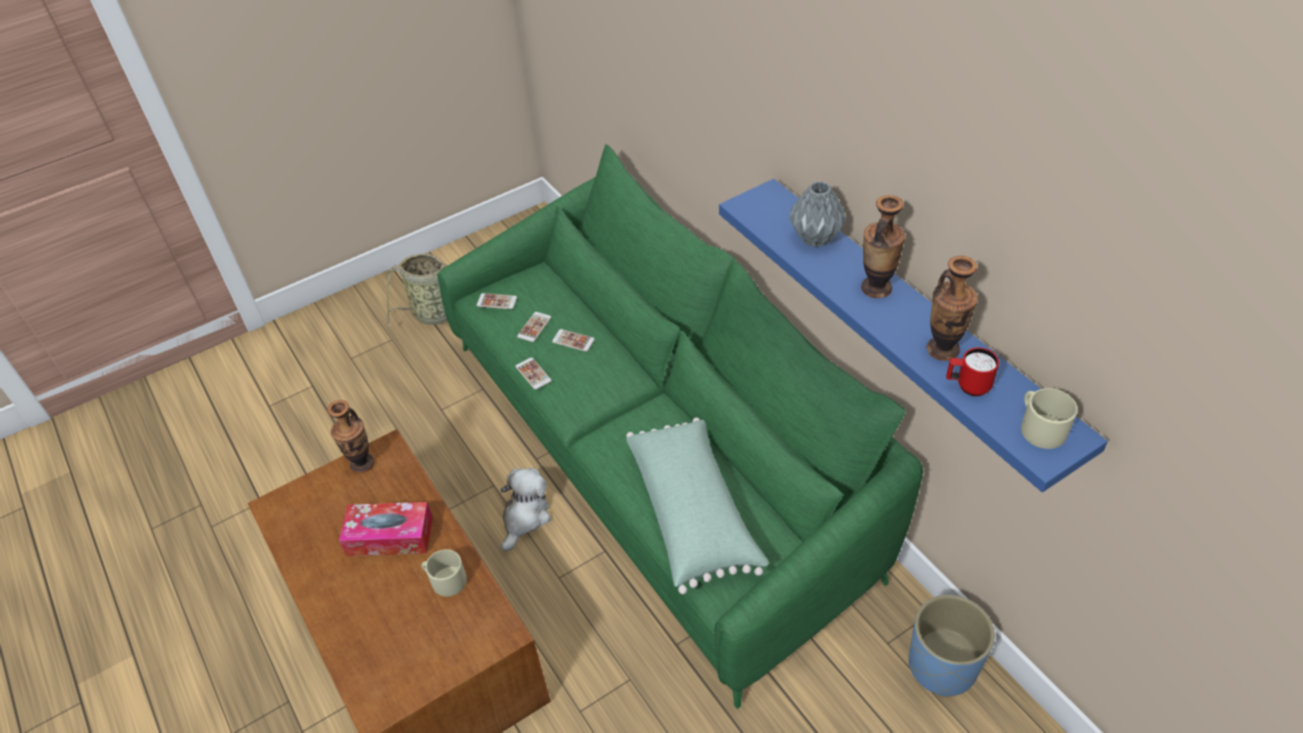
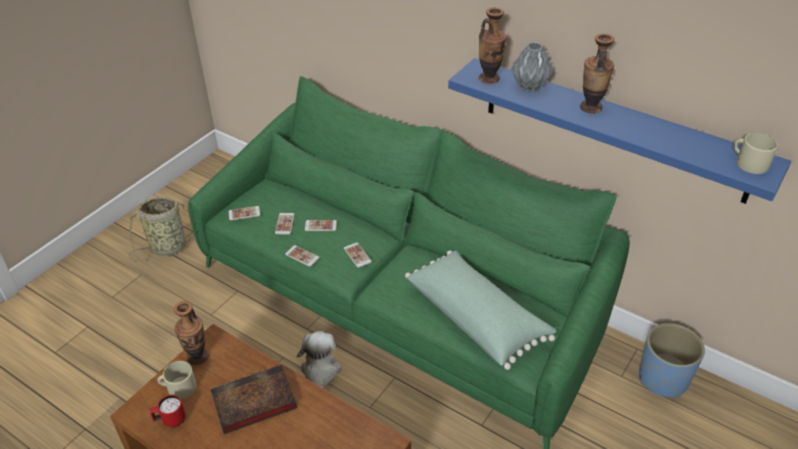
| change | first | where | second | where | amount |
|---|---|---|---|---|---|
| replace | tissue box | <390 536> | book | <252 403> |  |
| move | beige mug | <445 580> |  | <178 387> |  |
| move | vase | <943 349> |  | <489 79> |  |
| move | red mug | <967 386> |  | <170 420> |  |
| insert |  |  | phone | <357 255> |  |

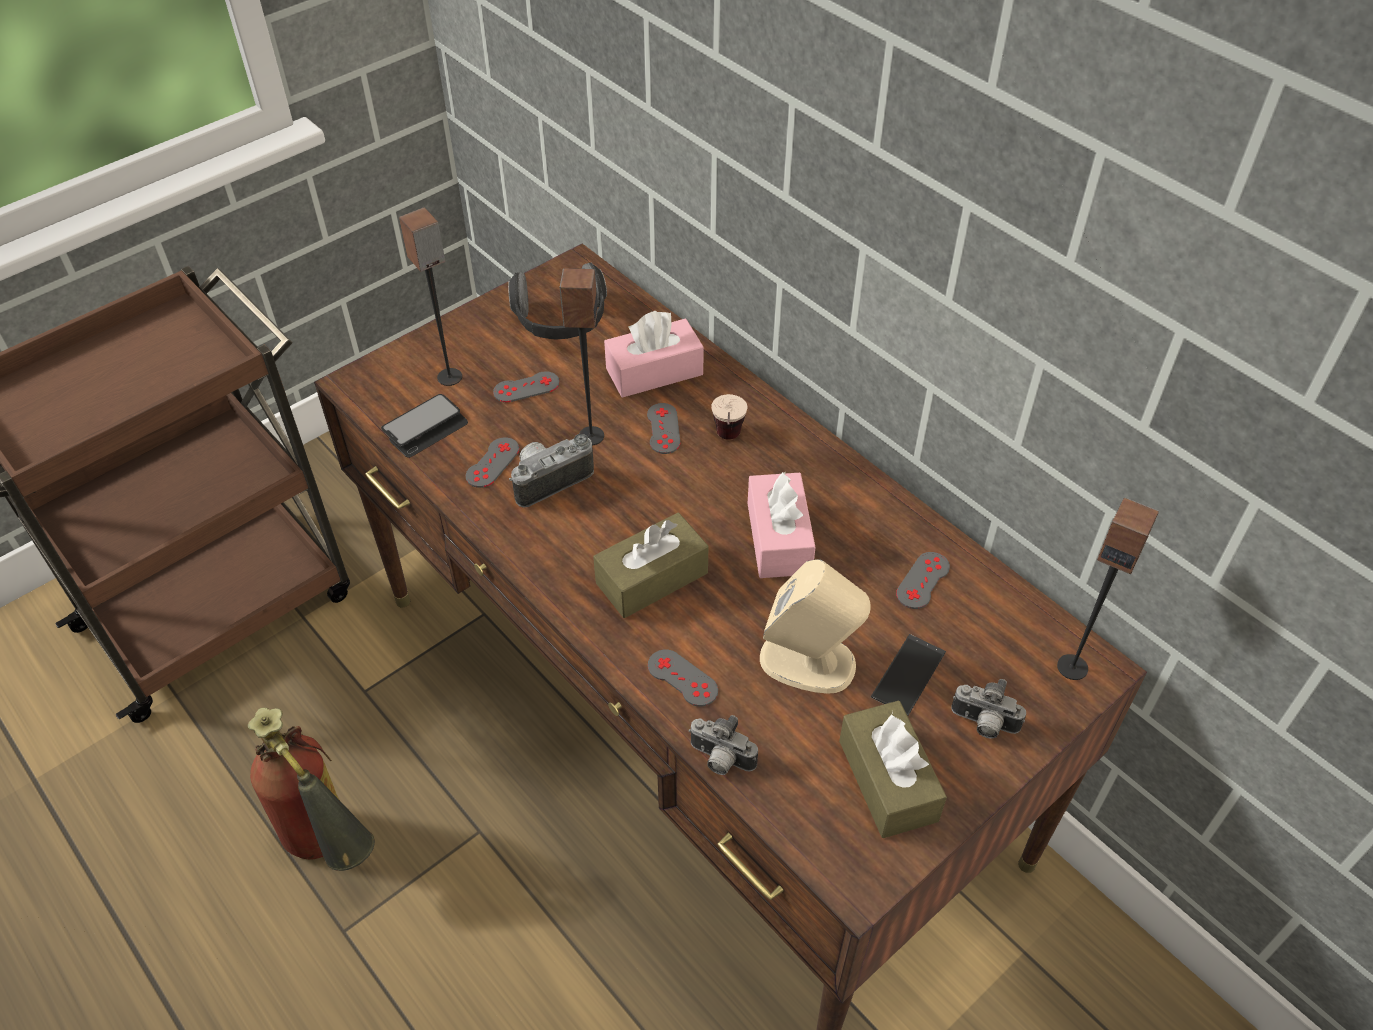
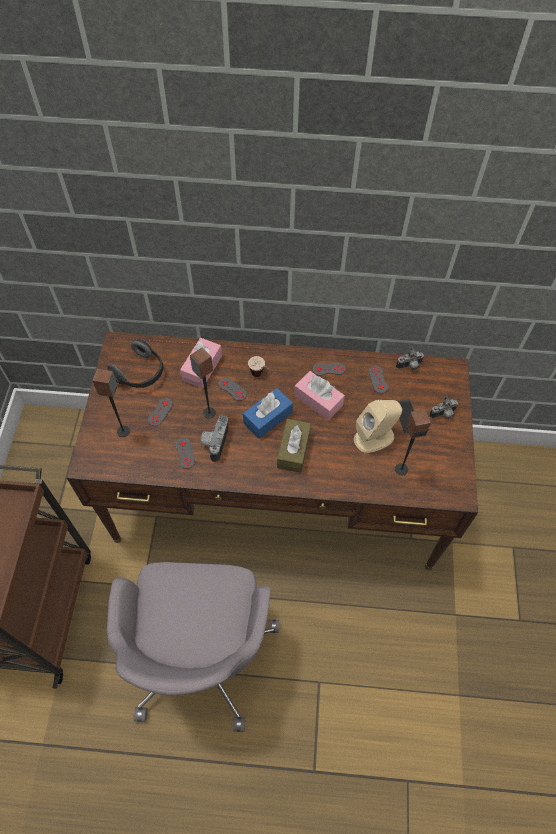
| change | first | where | second | where | amount |
|---|---|---|---|---|---|
| replace | fire extinguisher | <333 851> | grey office chair | <201 652> |  |
| delete | phone | <425 427> |  |  |  |
| move | grey game controller | <682 678> |  | <329 369> |  |
| move | photo camera | <720 760> |  | <409 366> |  |
| delete | brown tissue box | <887 780> |  |  |  |
| move | speaker | <1072 666> |  | <401 469> |  |
| insert |  |  | blue tissue box | <268 418> |  |

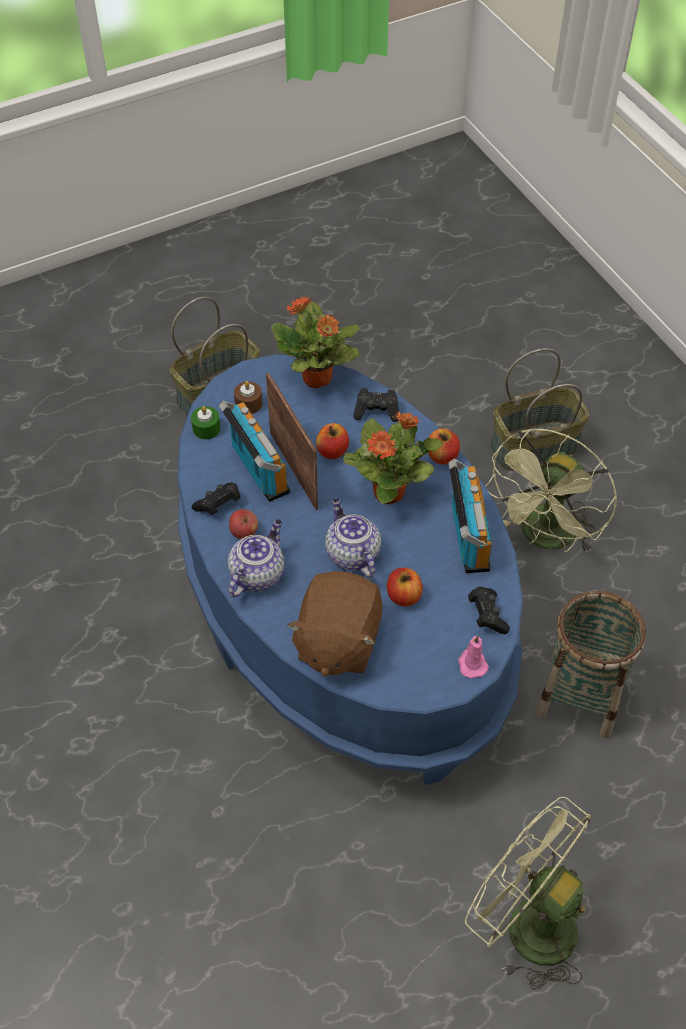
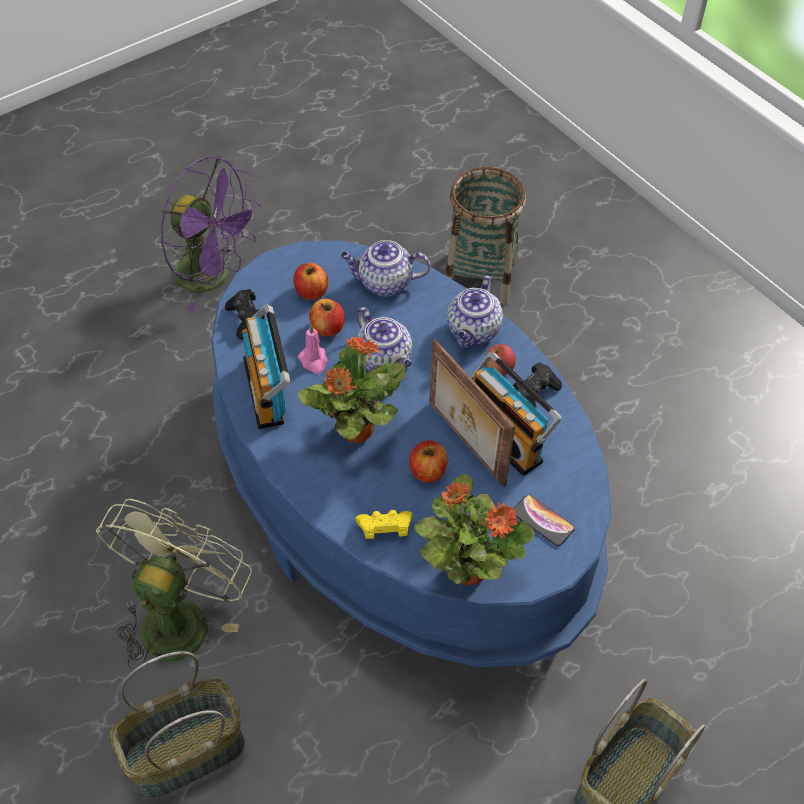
| change | first | where | second | where | amount |
|---|---|---|---|---|---|
| delete | green candle | <206 428> |  |  |  |
| replace | brown candle | <248 403> | phone | <542 520> |  |
| replace | brown plush toy | <337 641> | teapot | <384 283> |  |
| recolor | black game controller | <377 411> | yellow game controller | <384 530> |  |
| move | apple | <442 456> |  | <311 292> |  |
| move | pink candle | <471 663> |  | <314 361> |  |
| recolor | green fan | <526 923> | purple fan | <213 277> |  |
| move | basket | <580 695> |  | <479 277> |  |

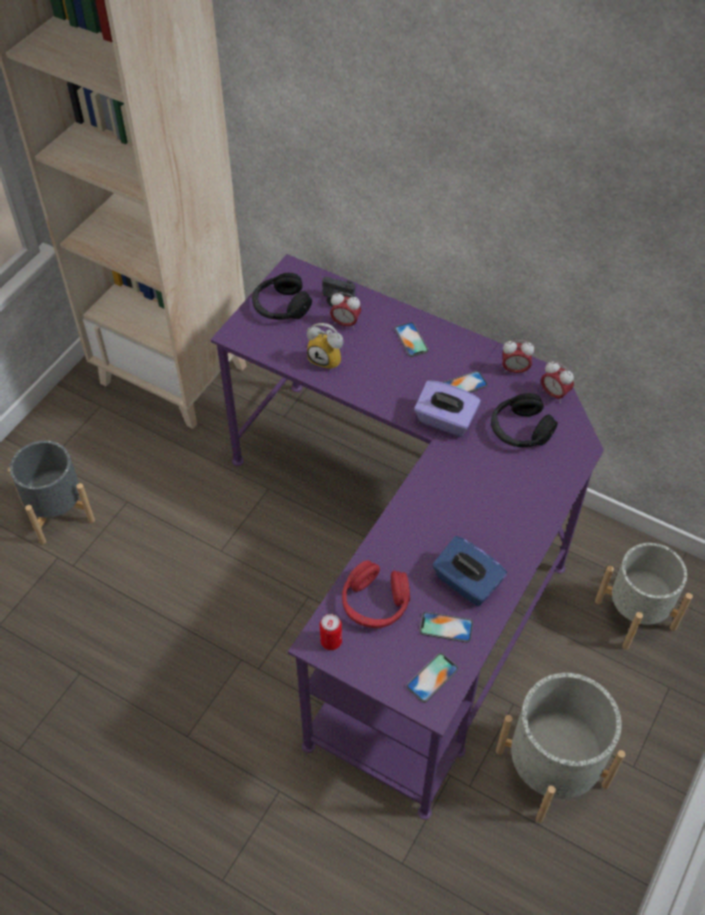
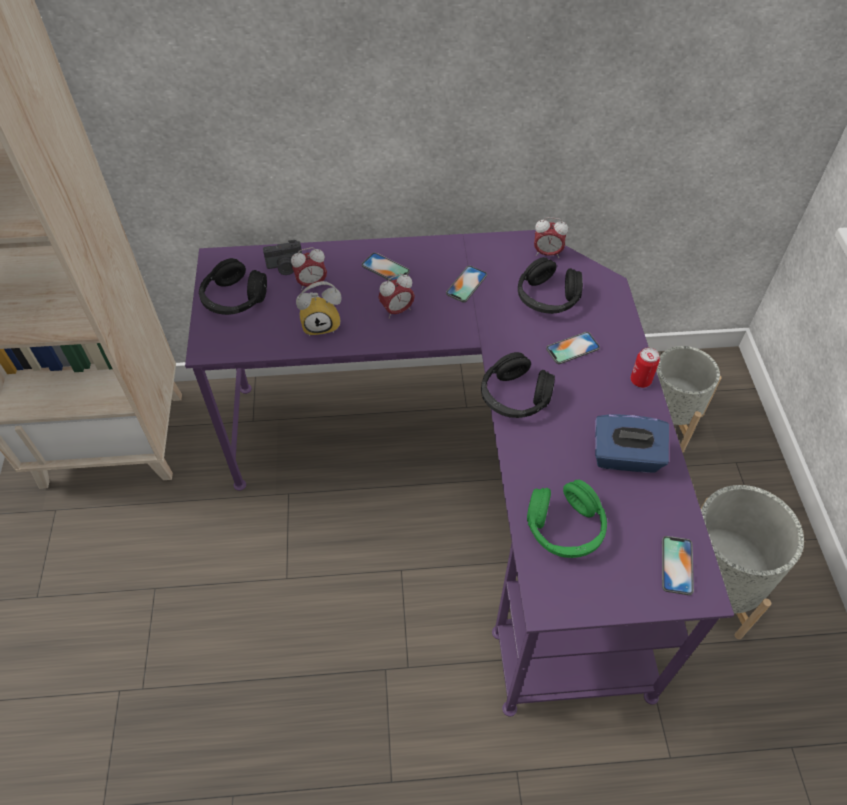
| change | first | where | second | where | amount |
|---|---|---|---|---|---|
| delete | grey planter | <58 512> |  |  |  |
| move | can | <331 641> |  | <640 380> |  |
| recolor | red headphones | <375 603> | green headphones | <565 528> |  |
| delete | purple tissue box | <445 421> |  |  |  |
| move | phone | <446 627> |  | <572 348> |  |
| move | alarm clock | <514 370> |  | <397 310> |  |
| insert |  |  | black headphones | <514 396> |  |

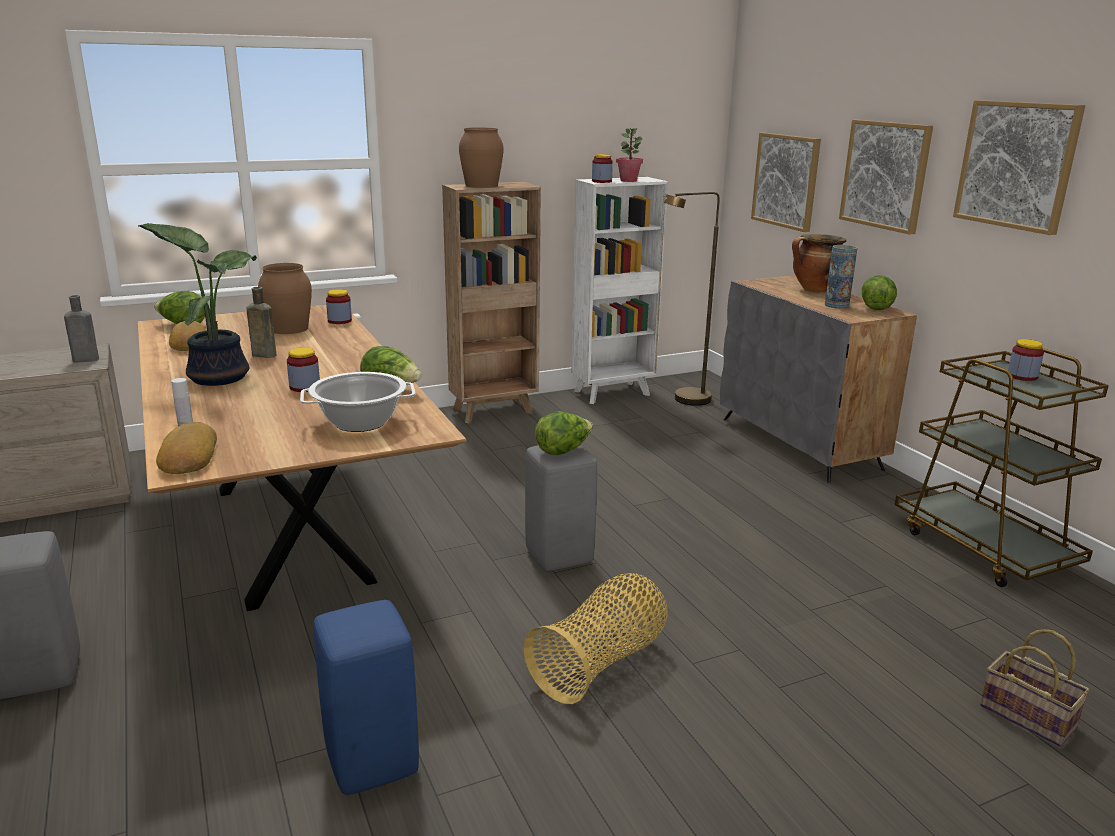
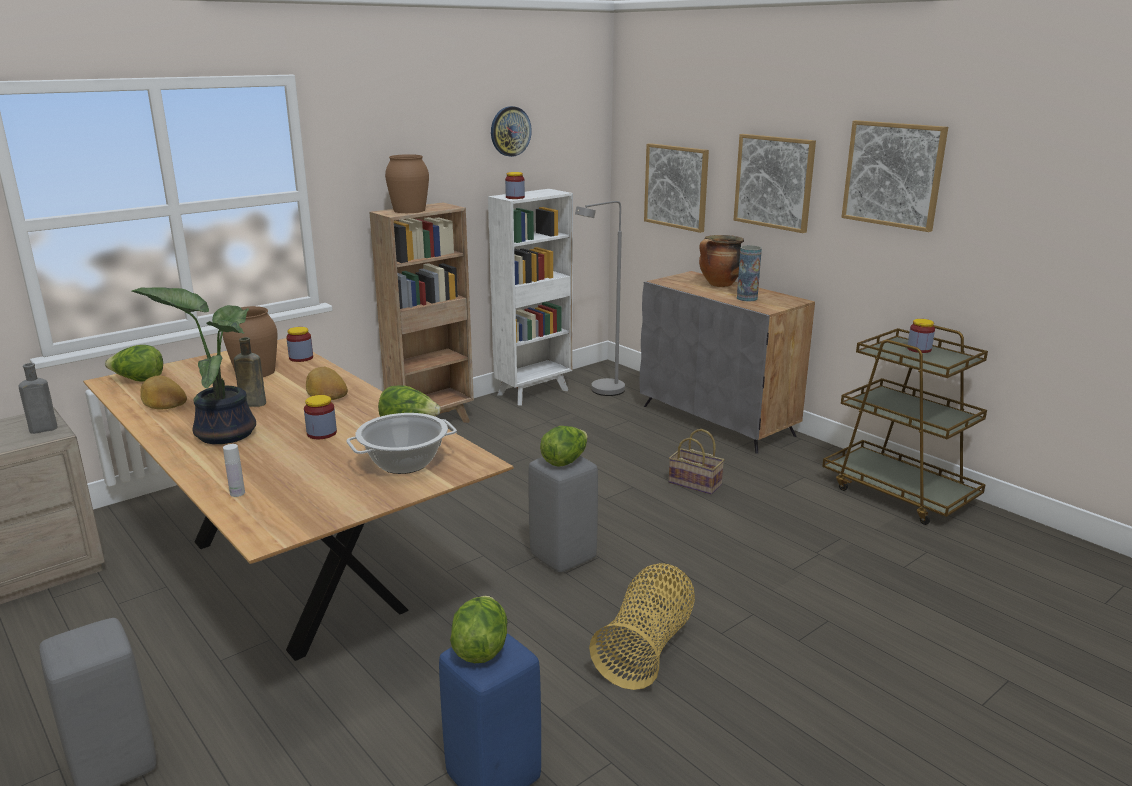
| change | first | where | second | where | amount |
|---|---|---|---|---|---|
| move | bread | <187 457> |  | <325 391> |  |
| delete | potted plant | <628 181> |  |  |  |
| recolor | brown floor lamp | <685 401> | grey floor lamp | <602 392> |  |
| move | lettuce | <876 308> |  | <480 648> |  |
| move | basket | <1030 717> |  | <696 483> |  |
| insert |  |  | wall clock | <510 131> |  |

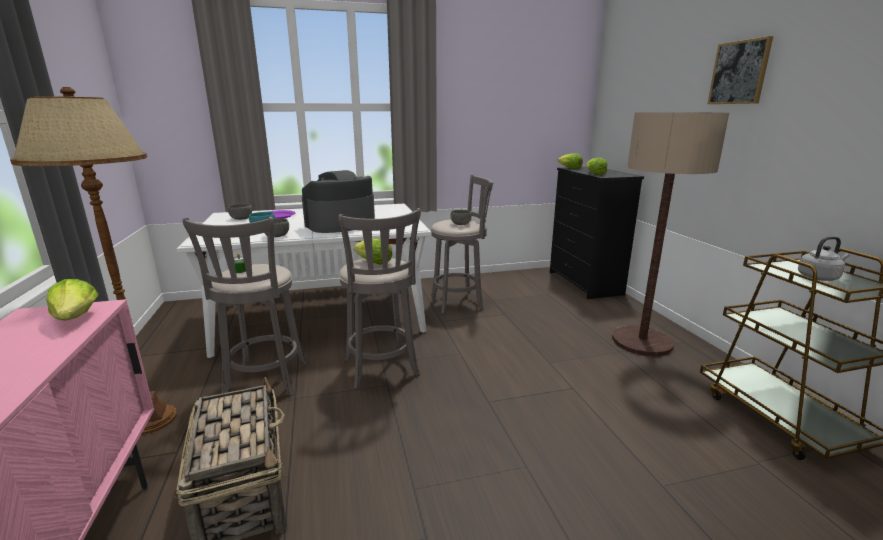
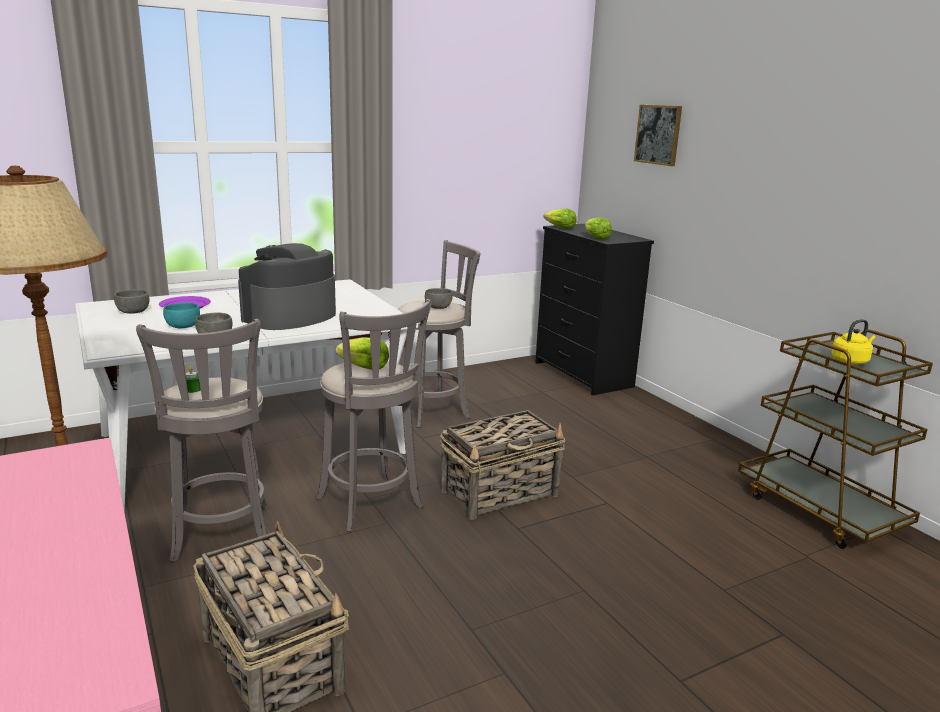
| change | first | where | second | where | amount |
|---|---|---|---|---|---|
| delete | lettuce | <76 318> |  |  |  |
| delete | floor lamp | <641 341> |  |  |  |
| move | picture | <739 73> |  | <658 134> |  |
| recolor | grey kettle | <819 277> | yellow kettle | <851 361> |  |
| insert |  |  | basket | <501 492> |  |

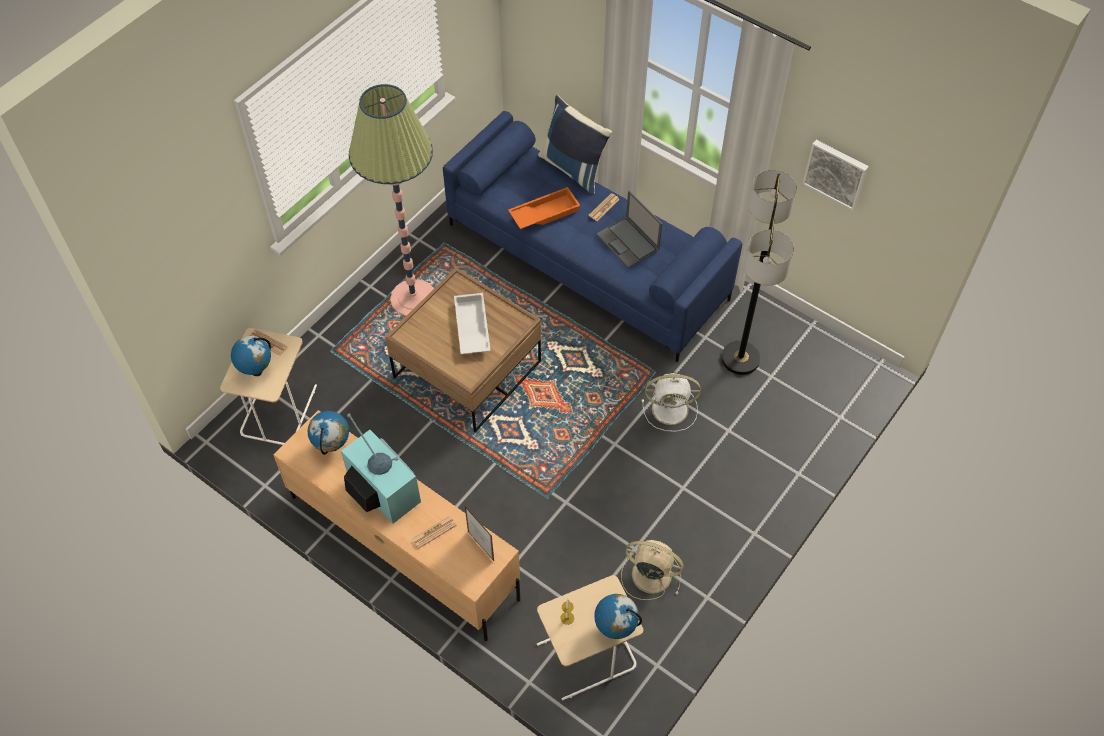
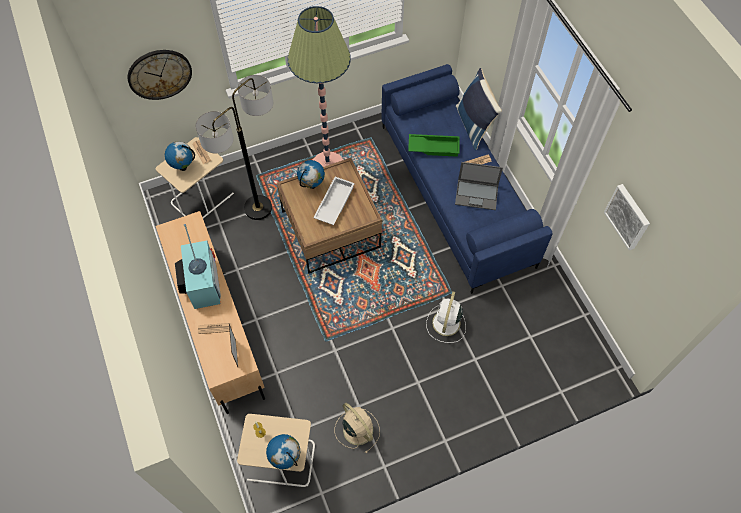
| change | first | where | second | where | amount |
|---|---|---|---|---|---|
| move | globe | <333 446> |  | <312 185> |  |
| recolor | orange tray | <544 212> | green tray | <434 147> |  |
| rotate | laptop | <628 242> |  | <477 194> | 75 degrees counterclockwise |
| rotate | white fan | <671 409> |  | <446 324> | 75 degrees clockwise |
| move | floor lamp | <740 359> |  | <258 208> |  |
| insert |  |  | wall clock | <159 74> |  |

